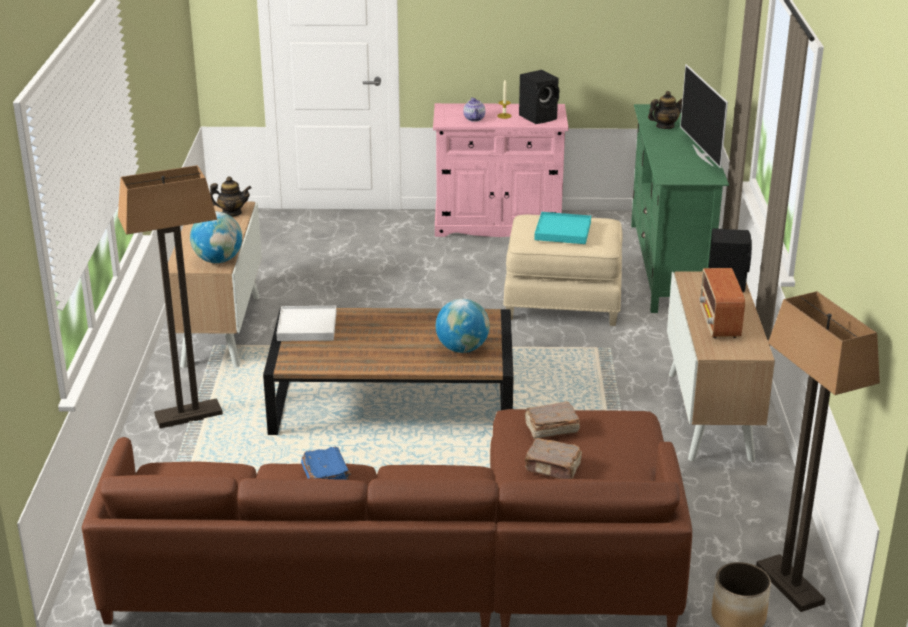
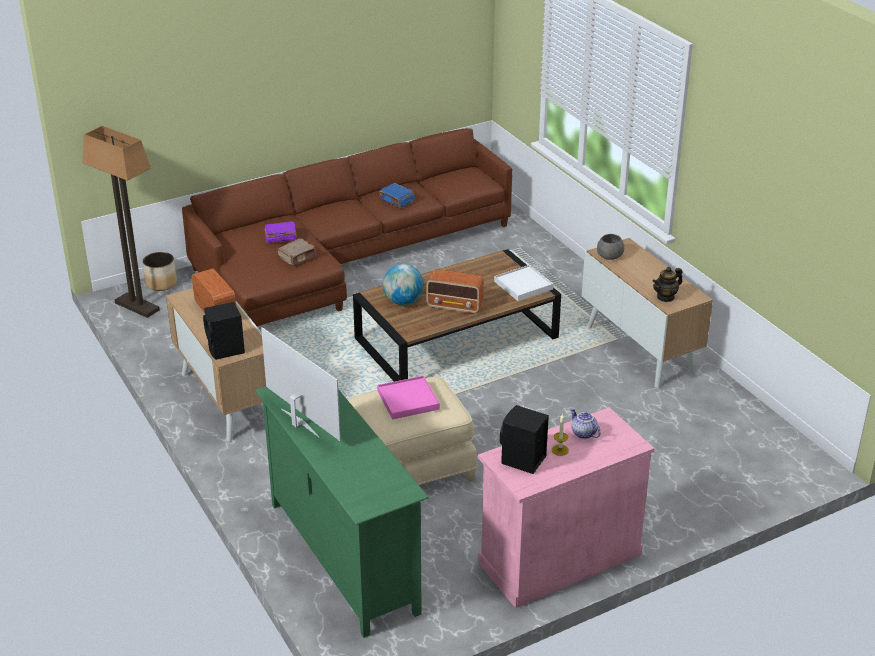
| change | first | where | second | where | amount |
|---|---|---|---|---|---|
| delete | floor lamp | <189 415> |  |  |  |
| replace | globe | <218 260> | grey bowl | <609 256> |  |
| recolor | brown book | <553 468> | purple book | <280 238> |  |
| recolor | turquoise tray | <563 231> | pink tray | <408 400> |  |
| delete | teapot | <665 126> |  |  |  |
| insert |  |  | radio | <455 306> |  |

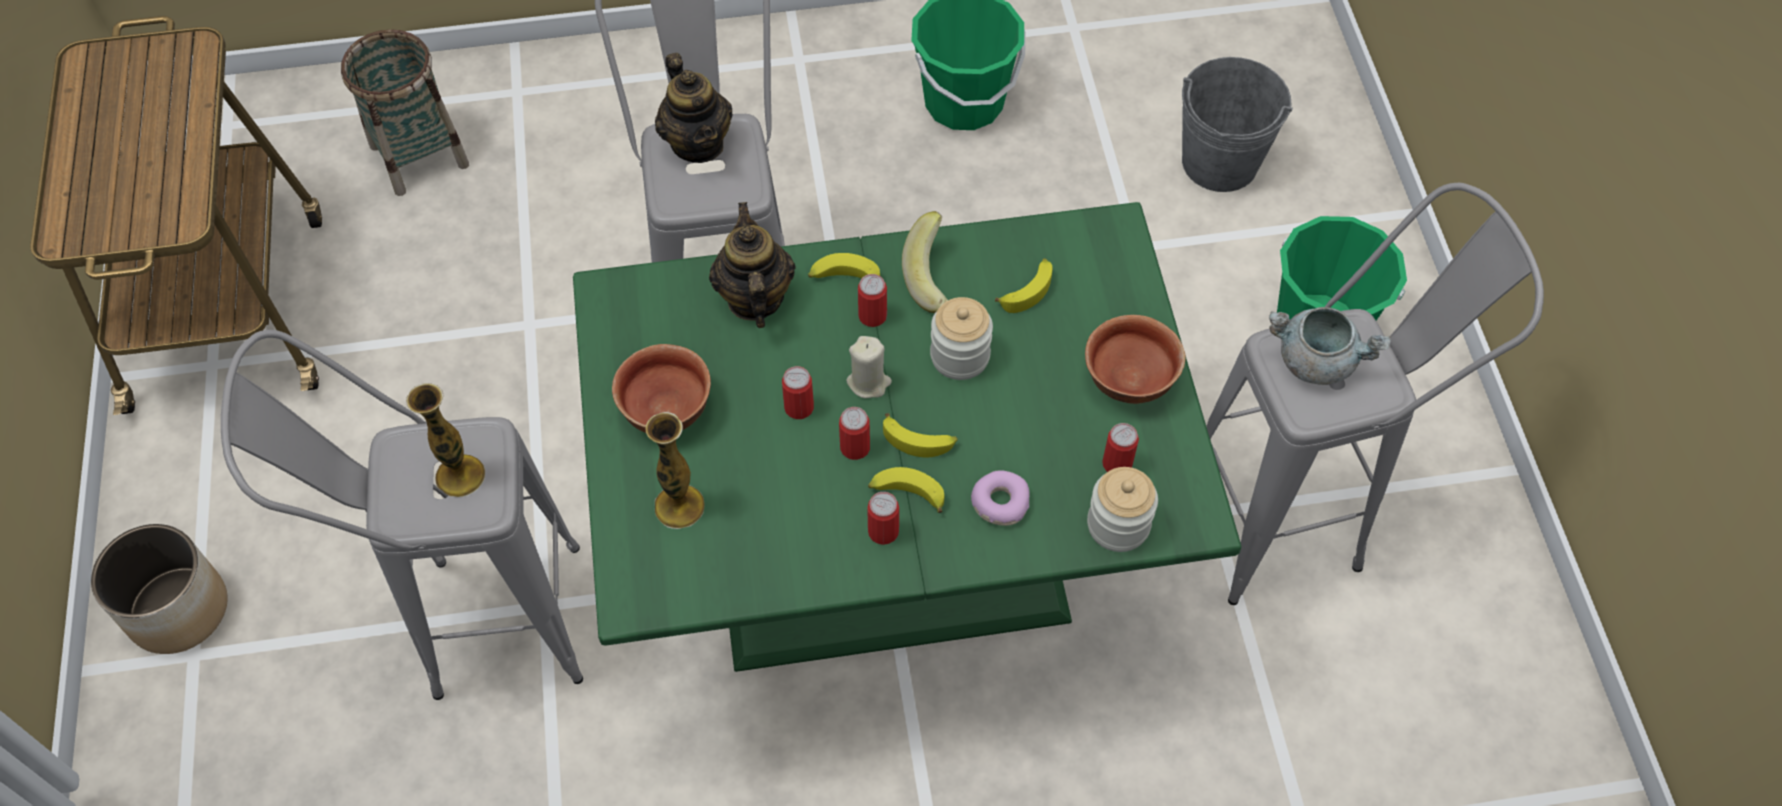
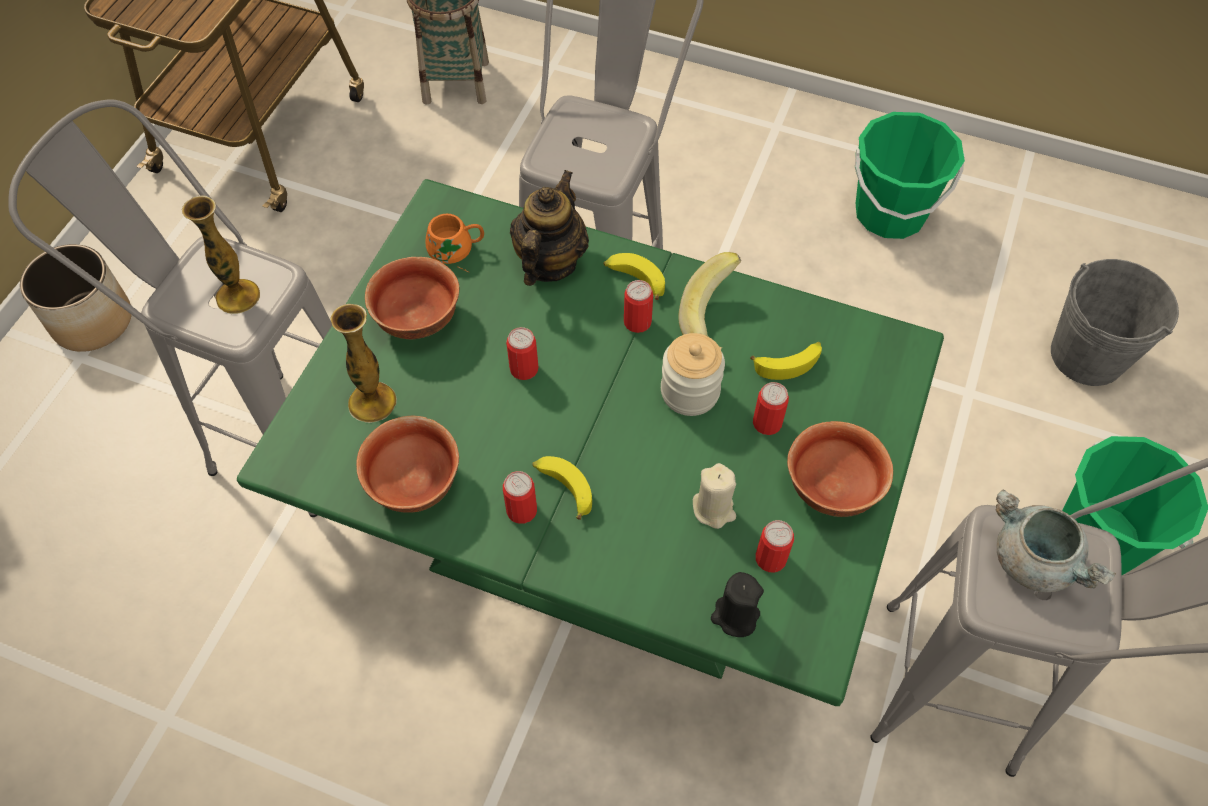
| change | first | where | second | where | amount |
|---|---|---|---|---|---|
| delete | teapot | <698 143> |  |  |  |
| move | can | <855 447> |  | <767 423> |  |
| move | beige candle | <868 382> |  | <713 509> |  |
| delete | banana | <919 440> |  |  |  |
| delete | donut | <999 502> |  |  |  |
| replace | jar | <1118 525> | black candle | <735 616> |  |
| insert |  |  | bowl | <416 483> |  |
| insert |  |  | orange mug | <456 251> |  |

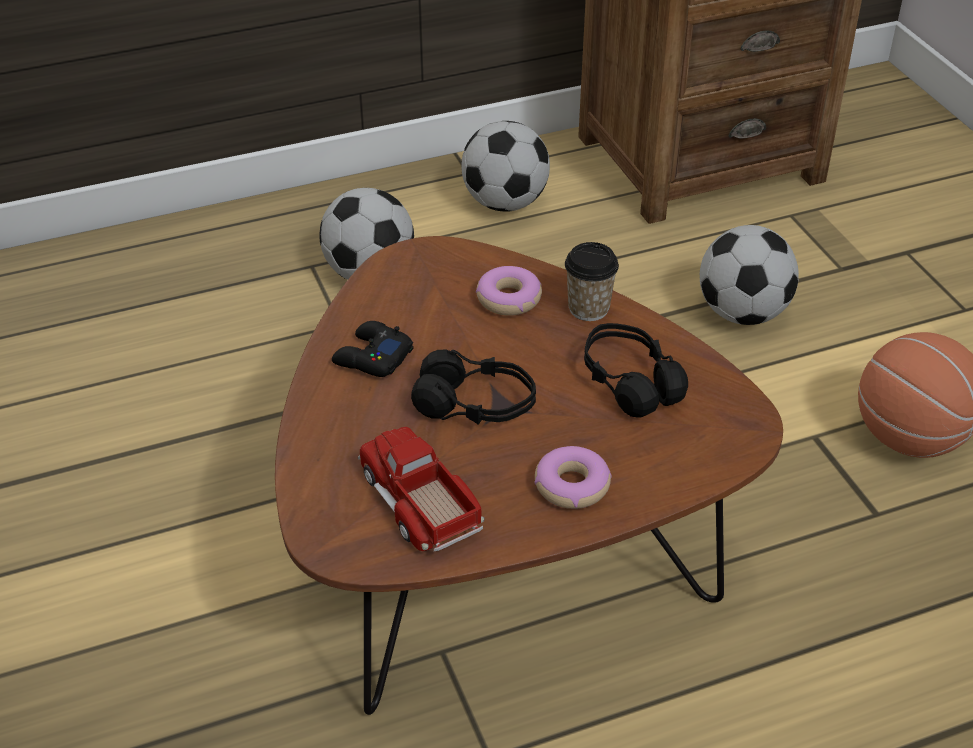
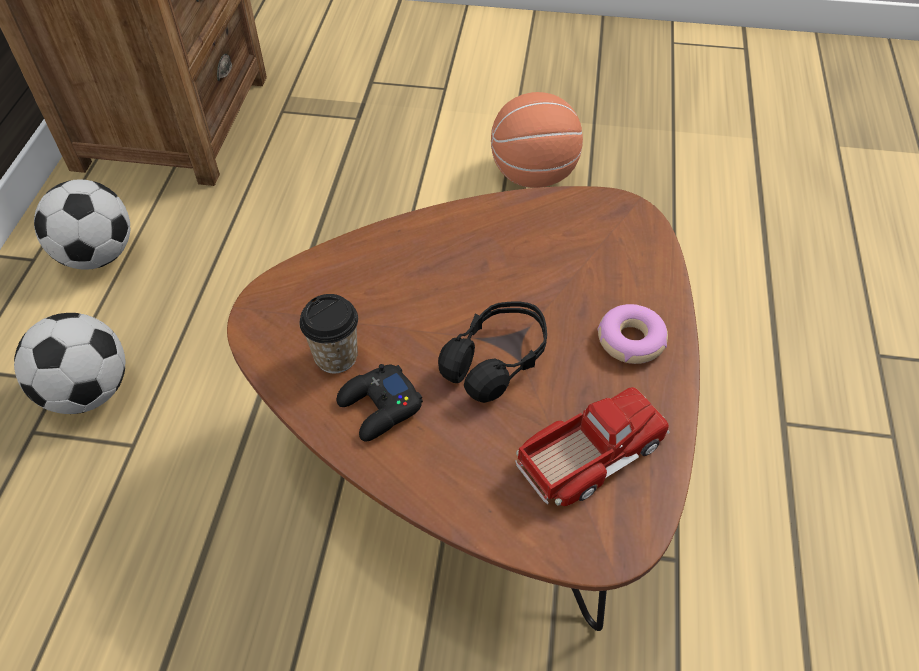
| change | first | where | second | where | amount |
|---|---|---|---|---|---|
| rotate | toy truck | <418 501> |  | <591 453> | 150 degrees clockwise |
| delete | donut | <509 299> |  |  |  |
| move | cup | <588 308> |  | <336 356> |  |
| delete | black headphones | <629 383> |  |  |  |
| delete | football | <741 313> |  |  |  |

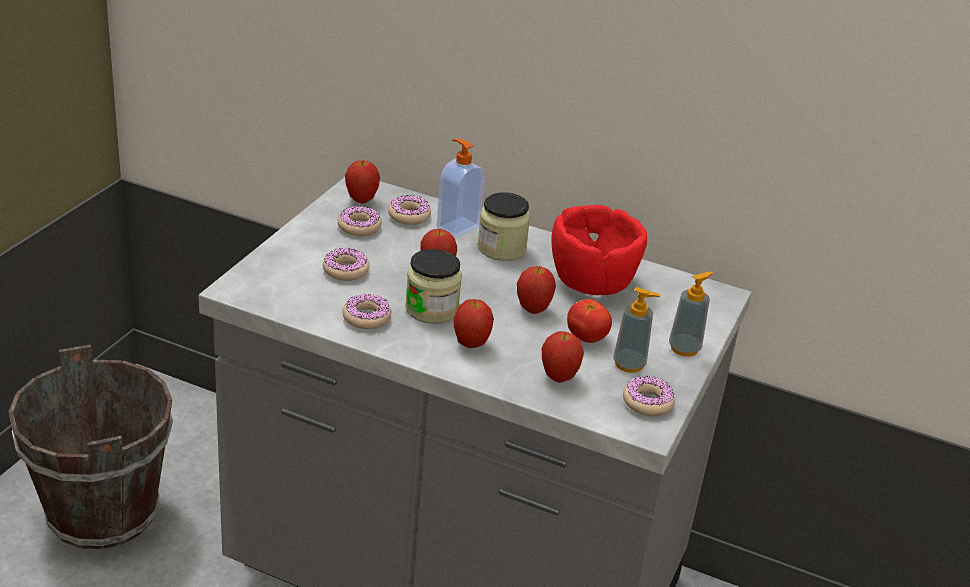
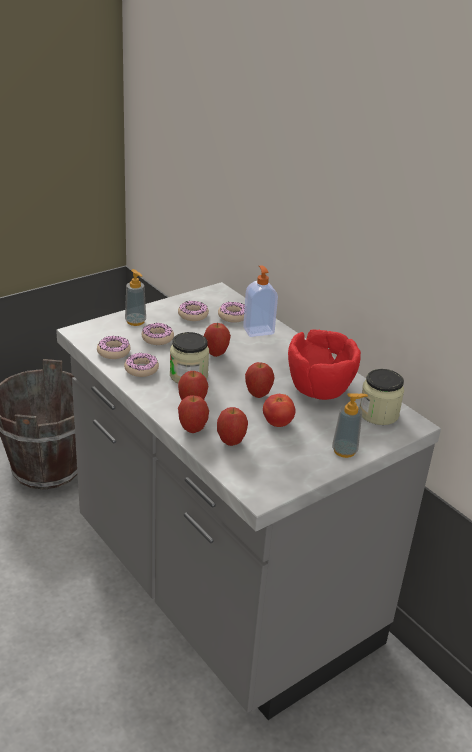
| change | first | where | second | where | amount |
|---|---|---|---|---|---|
| move | apple | <361 200> |  | <192 429> |  |
| move | jar | <501 248> |  | <378 414> |  |
| move | soap dispenser | <629 364> |  | <135 321> |  |
| move | donut | <647 402> |  | <113 352> |  |

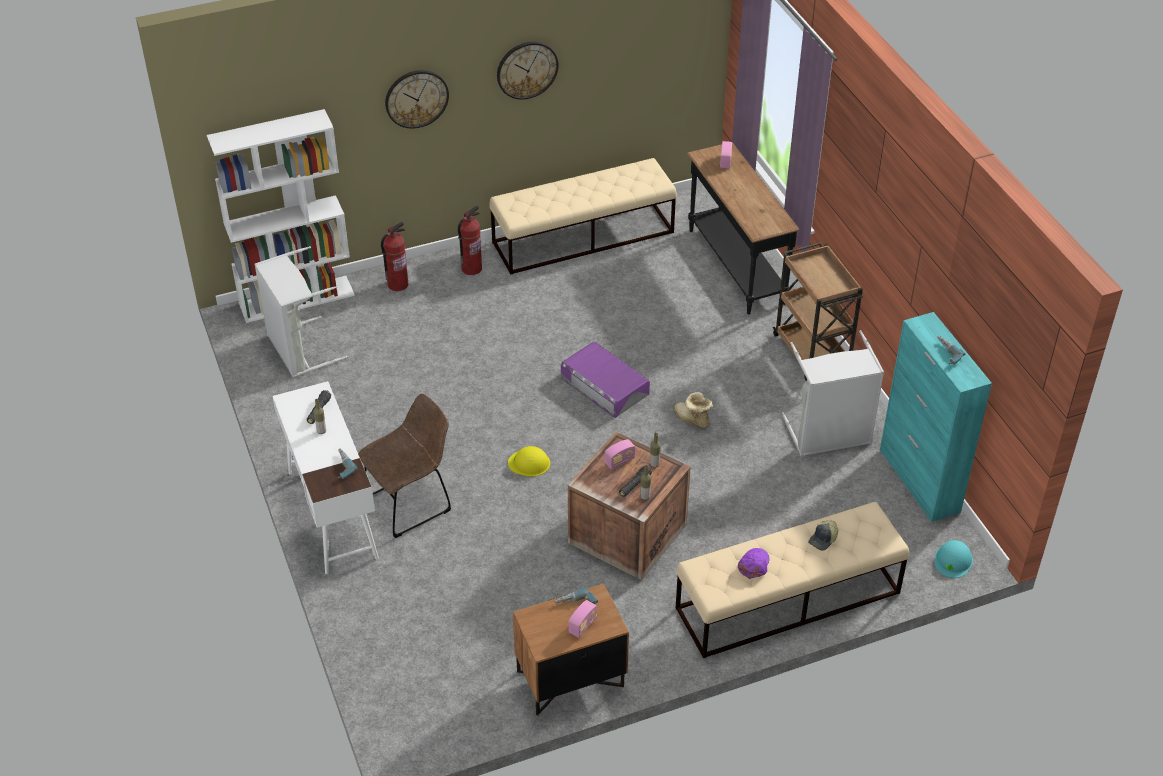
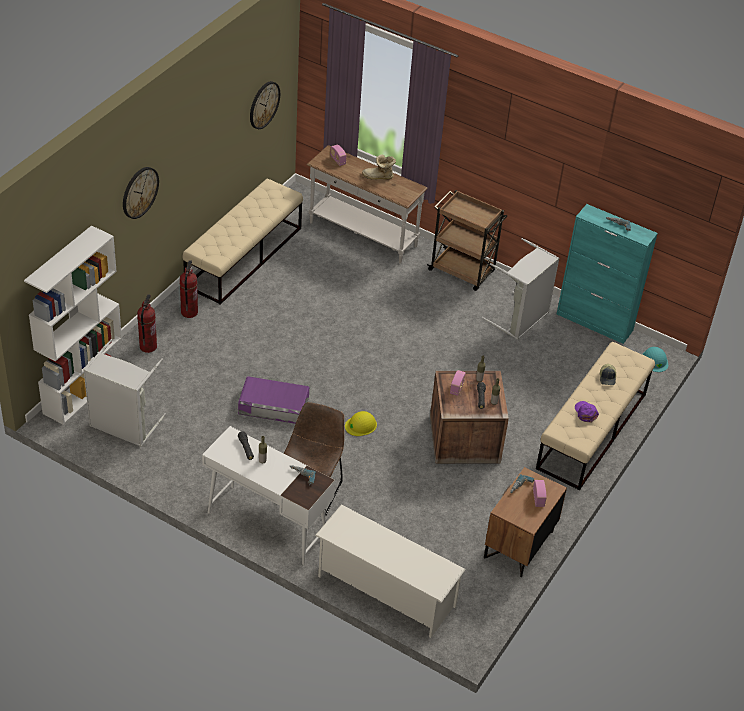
| change | first | where | second | where | amount |
|---|---|---|---|---|---|
| move | wall clock | <527 69> |  | <264 105> |  |
| move | purple storage box | <605 386> |  | <274 405> |  |
| move | boot | <692 420> |  | <378 177> |  |
| recolor | black console table | <735 267> | white console table | <362 235> |  |
| insert |  |  | white shoe rack | <385 591> |  |

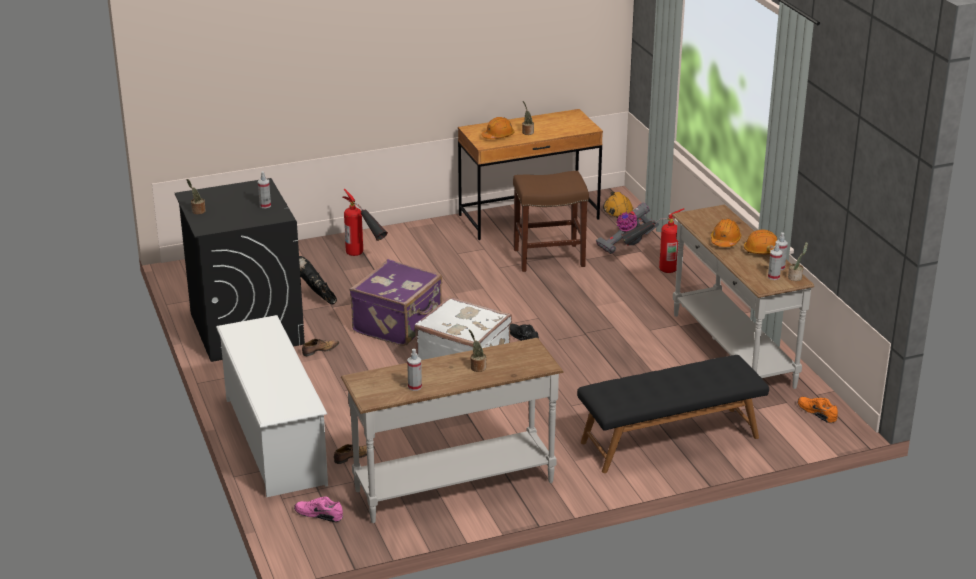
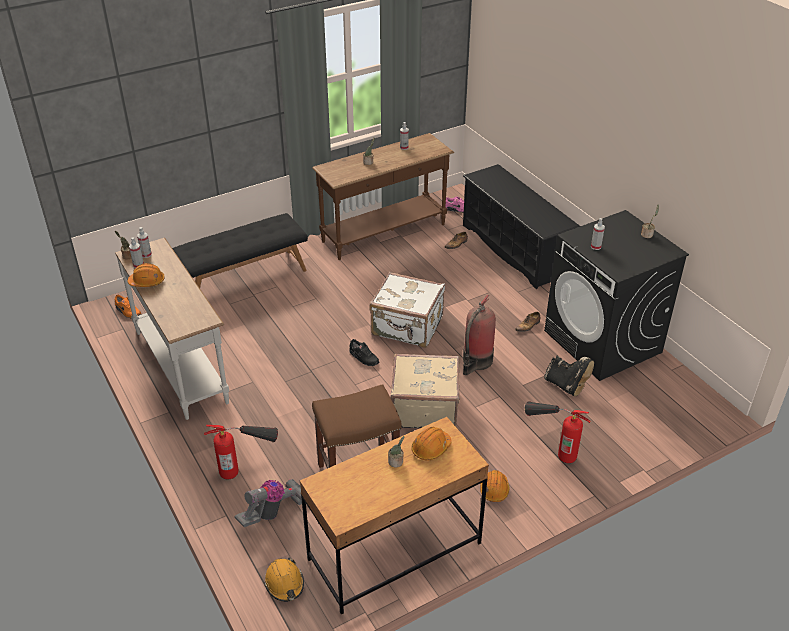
| change | first | where | second | where | amount |
|---|---|---|---|---|---|
| recolor | white shoe rack | <274 440> | black shoe rack | <514 250> |  |
| recolor | white console table | <453 485> | brown console table | <384 233> |  |
| replace | purple suitcase | <399 324> | fire extinguisher | <476 361> |  |
| move | orange hard hat | <725 241> |  | <494 490> |  |
| insert |  |  | beige suitcase | <424 408> |  |

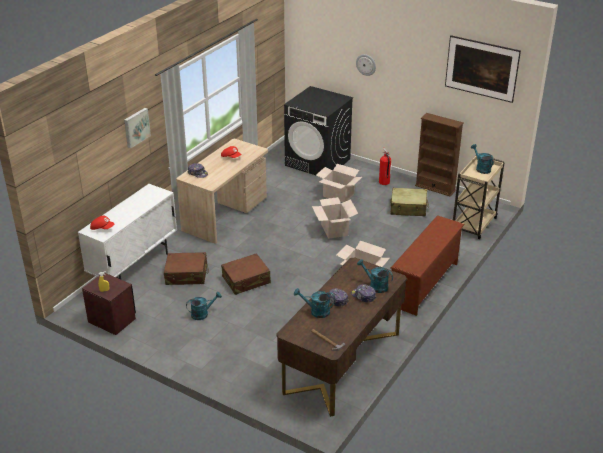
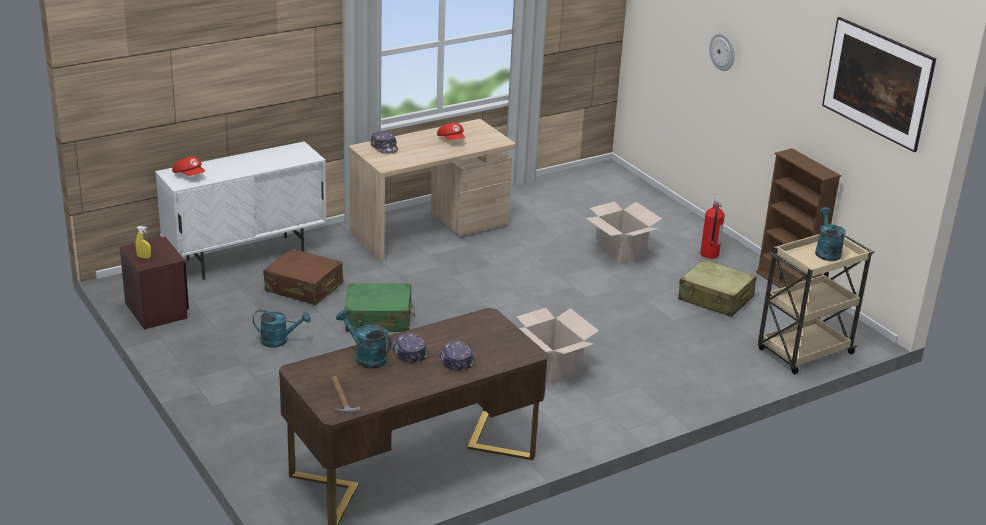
| change | first | where | second | where | amount |
|---|---|---|---|---|---|
| delete | picture | <136 127> |  |  |  |
| recolor | brown suitcase | <246 280> | green suitcase | <379 319> |  |
| delete | black washing machine | <318 162> |  |  |  |
| delete | cardboard box | <335 230> |  |  |  |
| delete | turquoise watering can | <375 286> |  |  |  |
| delete | brown shoe rack | <425 284> |  |  |  |

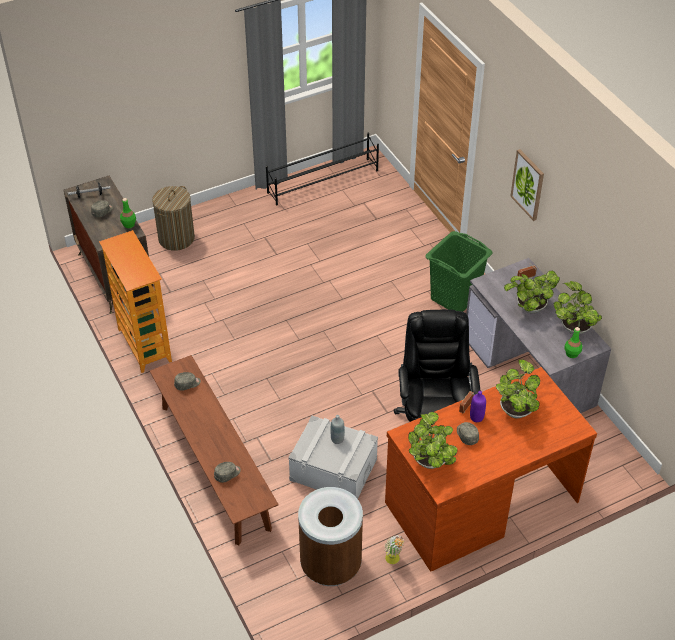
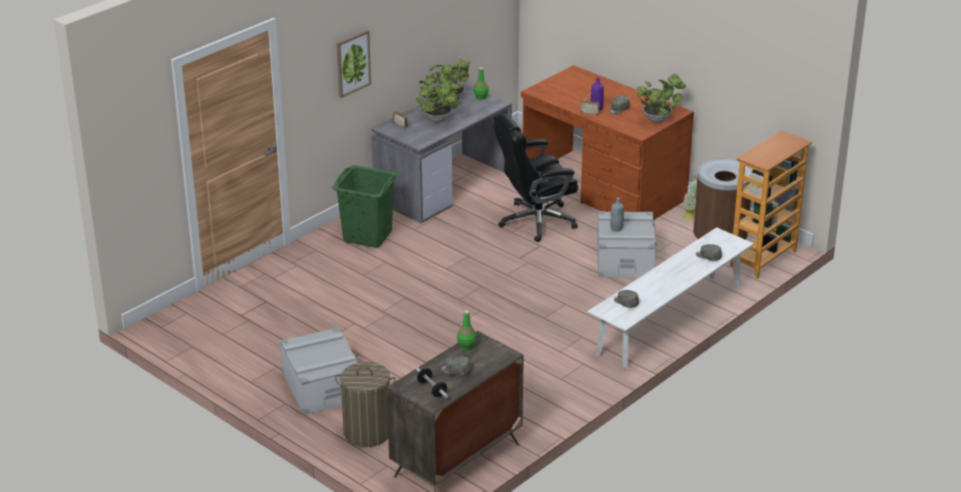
| change | first | where | second | where | amount |
|---|---|---|---|---|---|
| move | bookcase | <144 345> |  | <763 259> |  |
| recolor | brown bench | <214 466> | white bench | <670 320> |  |
| delete | black shoe rack | <323 181> |  |  |  |
| delete | potted plant | <516 409> |  |  |  |
| insert |  |  | grey storage box | <322 387> |  |

